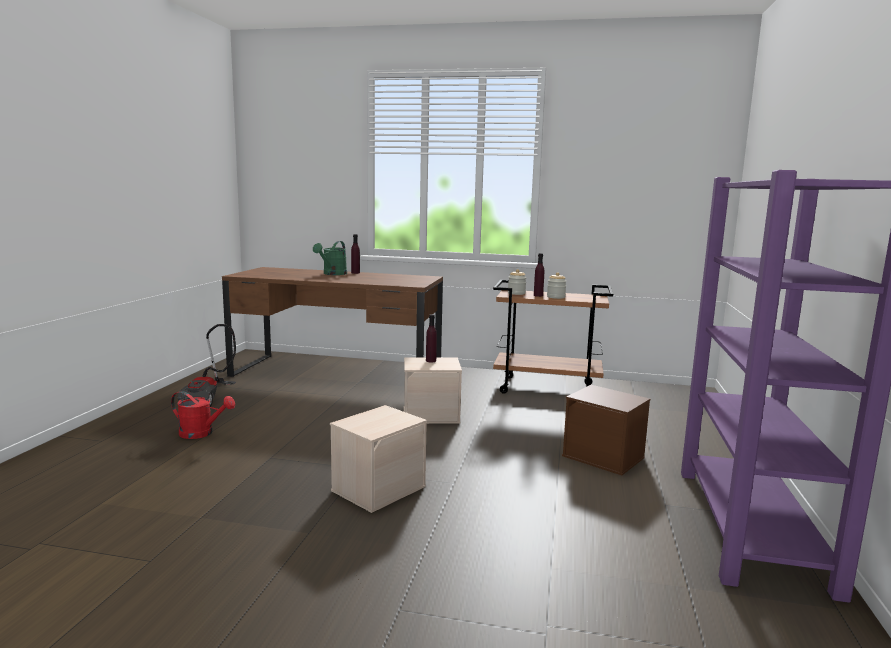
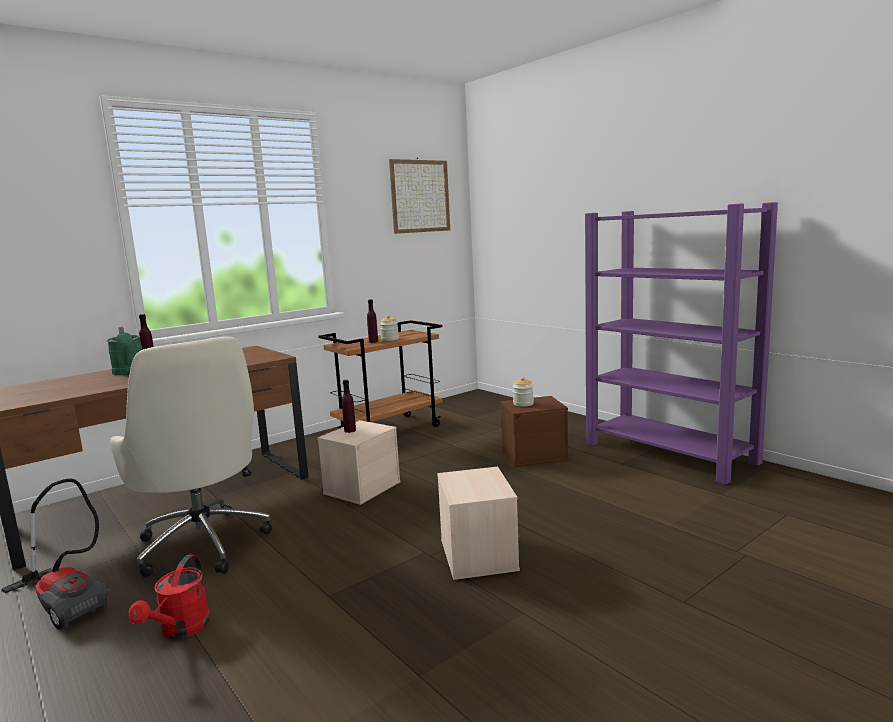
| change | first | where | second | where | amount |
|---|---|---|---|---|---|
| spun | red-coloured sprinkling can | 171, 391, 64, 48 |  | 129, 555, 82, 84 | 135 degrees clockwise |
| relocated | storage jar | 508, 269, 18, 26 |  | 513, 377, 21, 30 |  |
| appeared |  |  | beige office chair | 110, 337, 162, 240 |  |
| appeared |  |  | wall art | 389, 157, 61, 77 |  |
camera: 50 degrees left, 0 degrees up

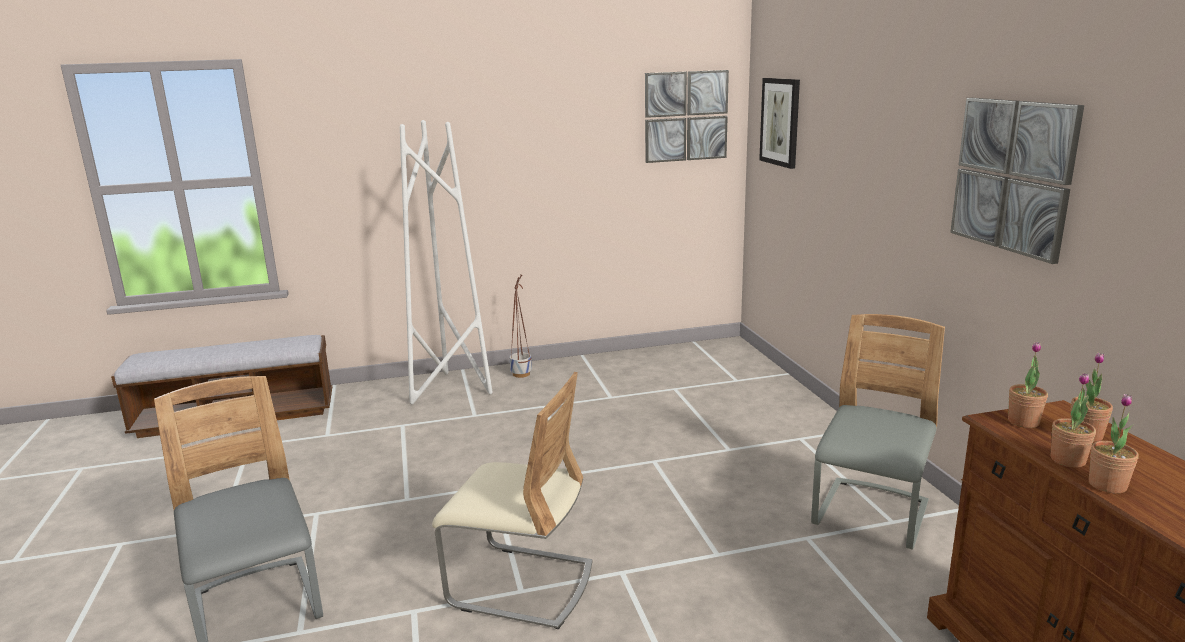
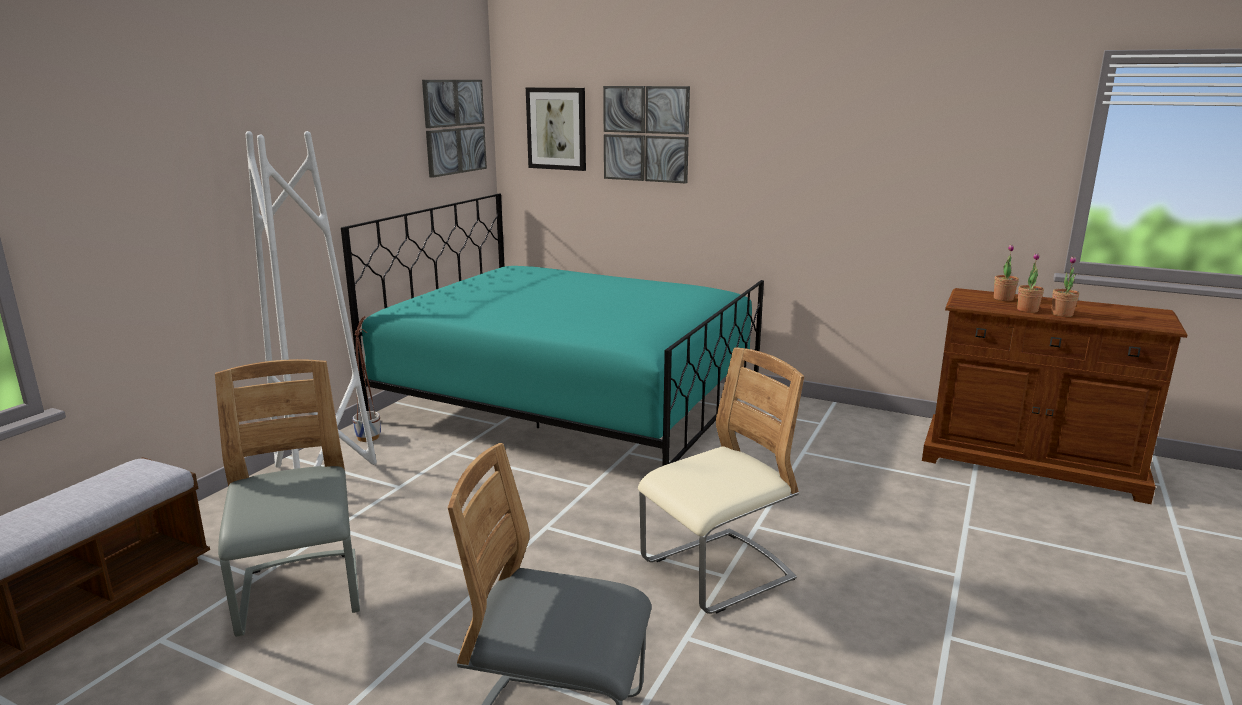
| change | first | where | second | where | amount |
|---|---|---|---|---|---|
| relocated | gray plain chair | 811, 314, 134, 236 |  | 215, 359, 145, 278 |  |
| relocated | wall art | 950, 98, 134, 166 |  | 603, 86, 87, 97 |  |
| missing | potted plant | 1008, 342, 40, 86 |  |  |  |
| appeared |  |  | turquoise bedroom bed | 341, 194, 423, 272 |  |
camera: 50 degrees left, 0 degrees up

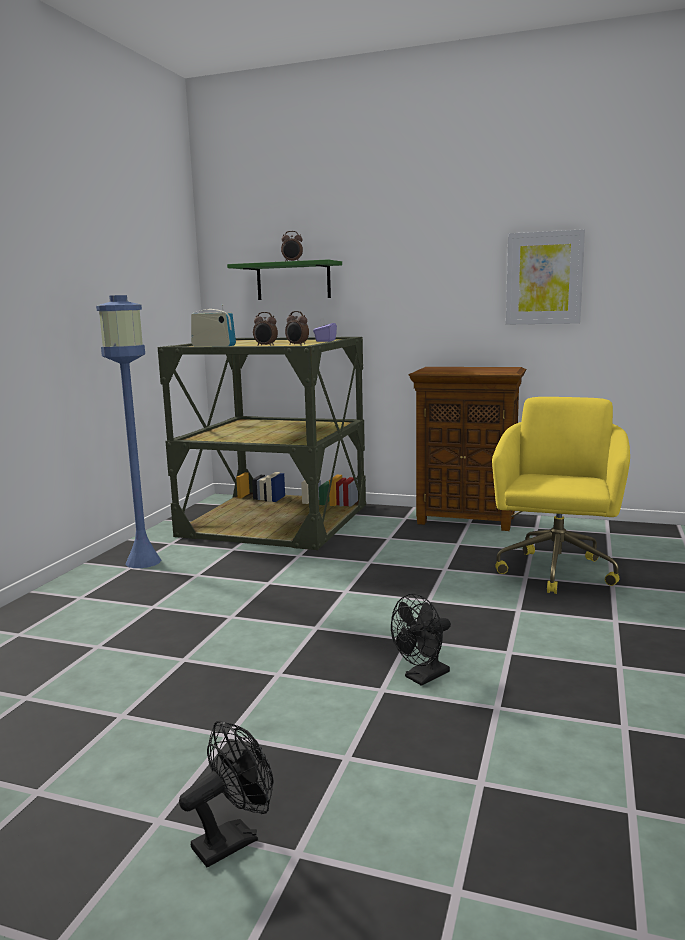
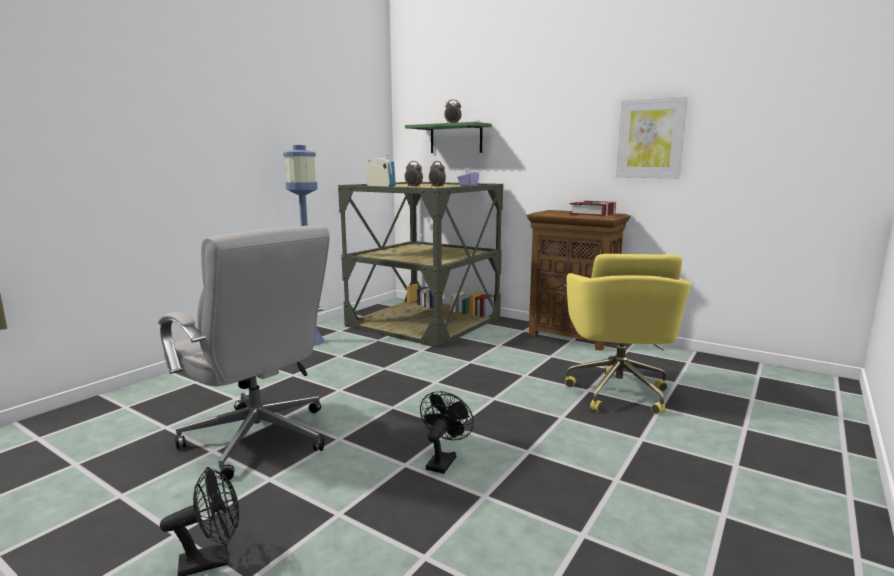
| change | first | where | second | where | amount |
|---|---|---|---|---|---|
| spun | black fan | 391, 594, 60, 92 |  | 420, 391, 54, 83 | 135 degrees clockwise |
| spun | yellow office chair | 492, 397, 138, 197 |  | 565, 254, 126, 160 | 150 degrees clockwise |
| appeared |  |  | gray office chair | 158, 225, 172, 256 |  |
| appeared |  |  | volume | 569, 200, 47, 16 |  |
camera: 15 degrees right, 0 degrees up

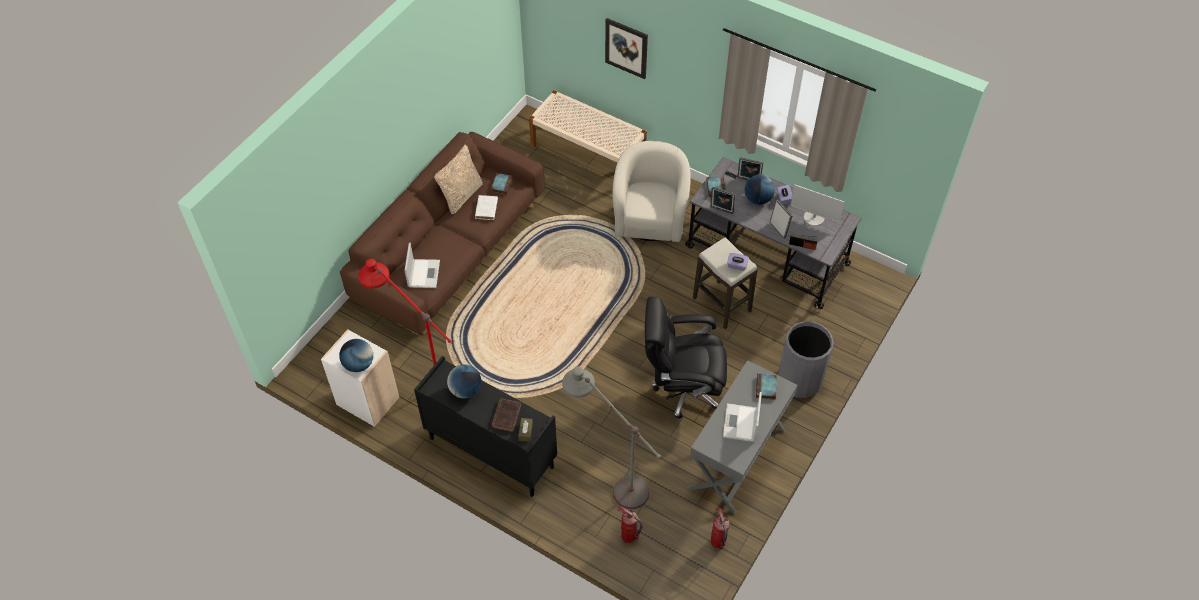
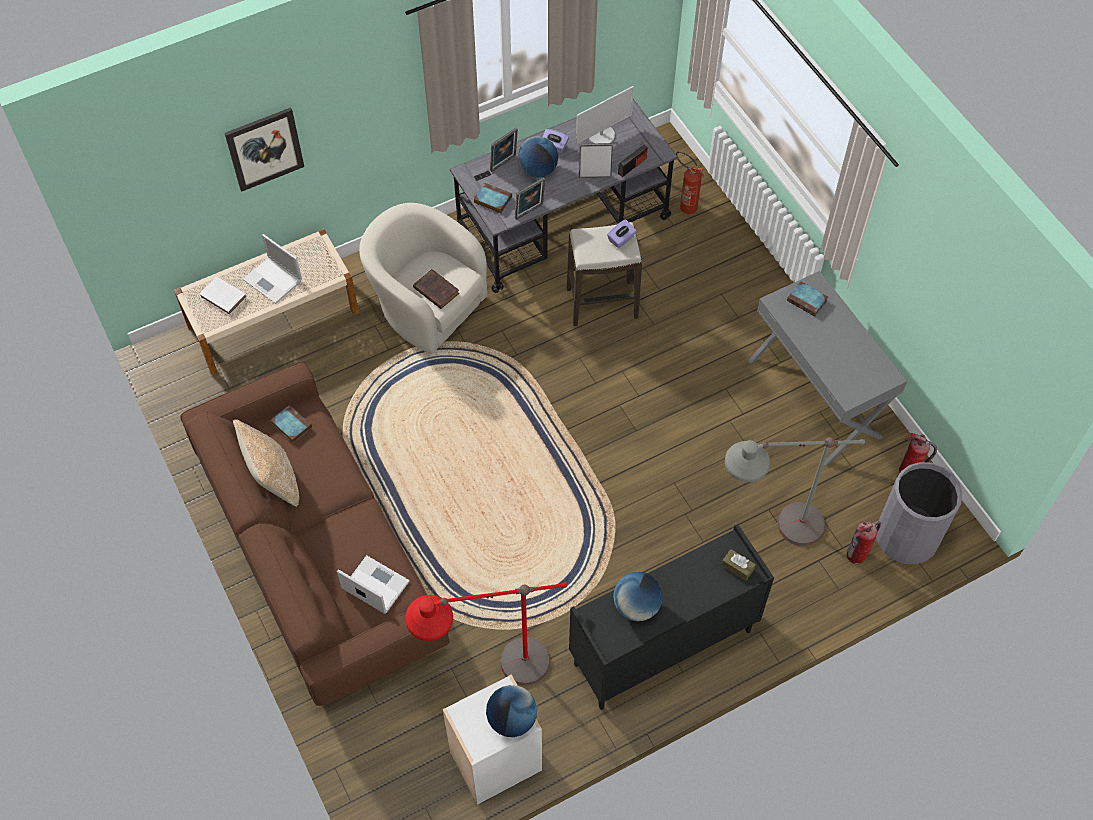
| change | first | where | second | where | amount |
|---|---|---|---|---|---|
| relocated | white-coloured volume | 475, 195, 23, 25 |  | 199, 276, 48, 39 |  |
| relocated | brown-coloured volume | 491, 398, 31, 34 |  | 413, 269, 46, 40 |  |
| missing | black office chair | 645, 297, 82, 122 |  |  |  |
| relocated | laptop | 723, 392, 39, 50 |  | 242, 234, 60, 70 |  |
| relocated | gray rubbish bin | 778, 321, 56, 77 |  | 876, 462, 87, 102 |  |
| appeared |  |  | fire extinguisher | 676, 151, 29, 63 |  |
camera: 60 degrees left, 5 degrees up

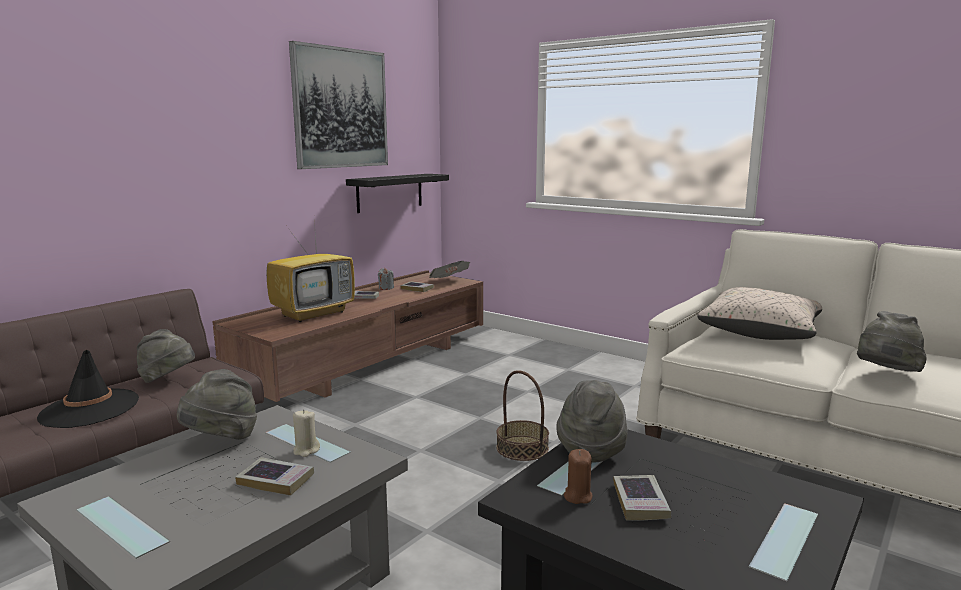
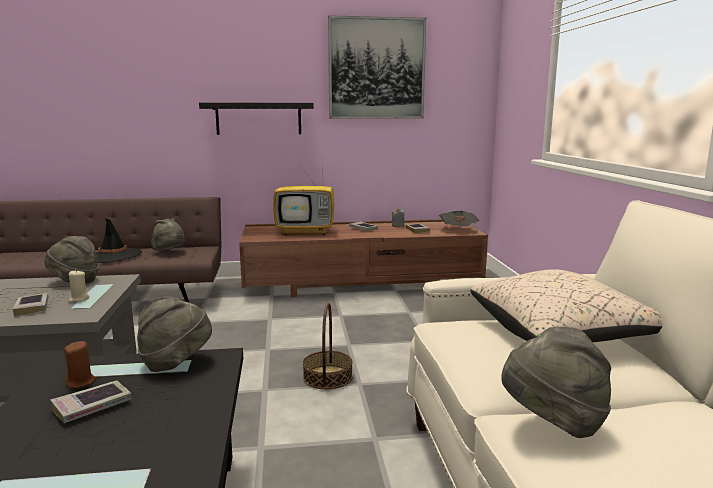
| change | first | where | second | where | amount |
|---|---|---|---|---|---|
| relocated | black shelf | 346, 174, 103, 39 |  | 199, 102, 115, 33 |  |
camera: 45 degrees right, 0 degrees up

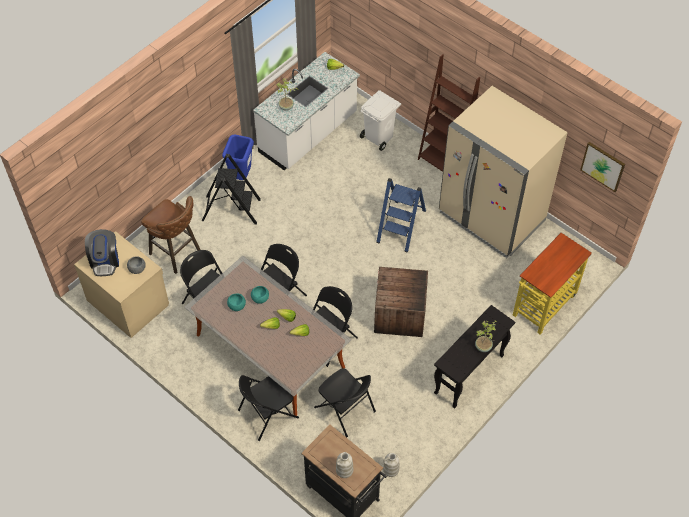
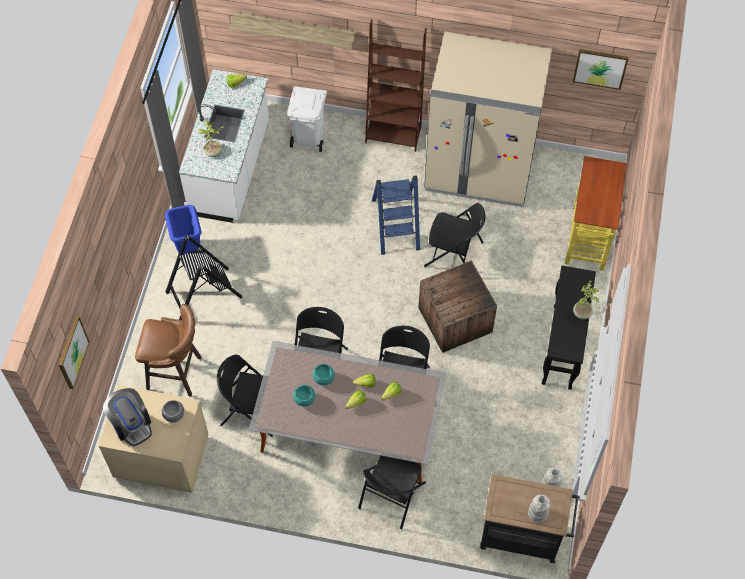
| change | first | where | second | where | amount |
|---|---|---|---|---|---|
| relocated | black plain chair | 314, 368, 62, 70 |  | 424, 203, 61, 64 |  |
| appeared |  |  | wall art | 59, 316, 31, 73 |  |
| appeared |  |  | shelf | 230, 12, 126, 38 |  |
camera: 30 degrees left, 5 degrees up

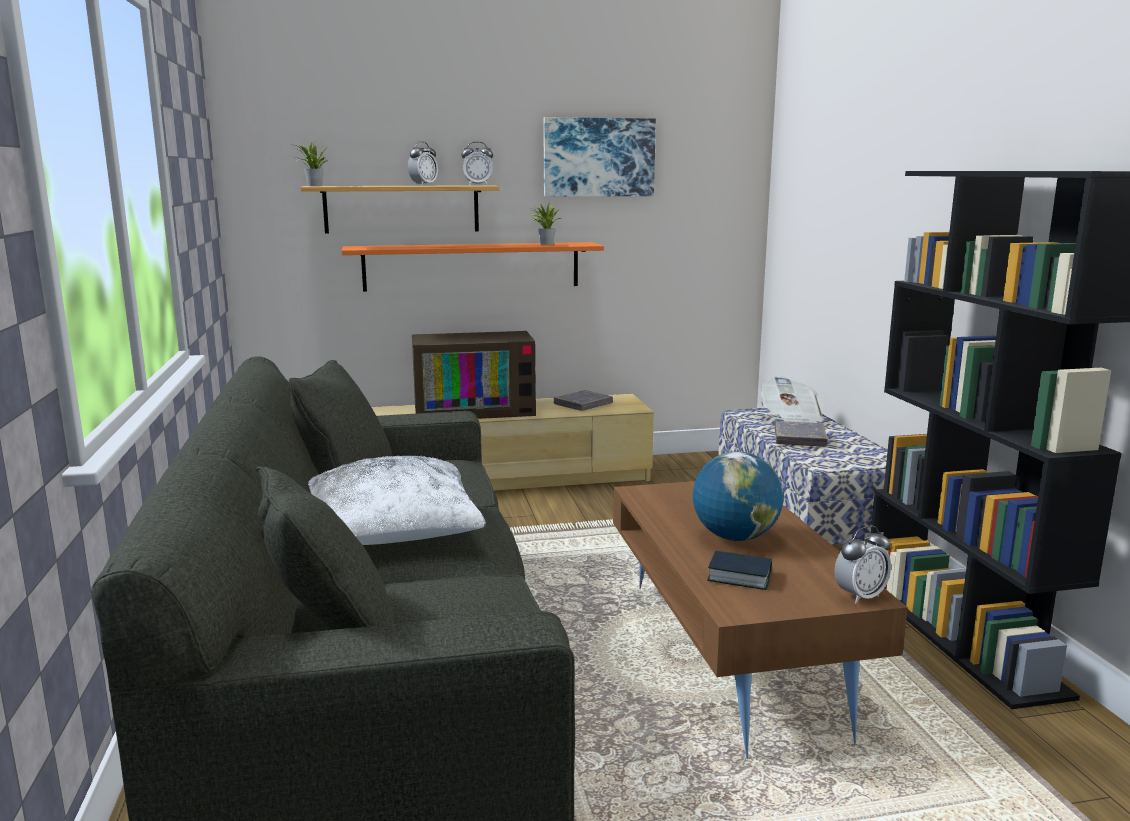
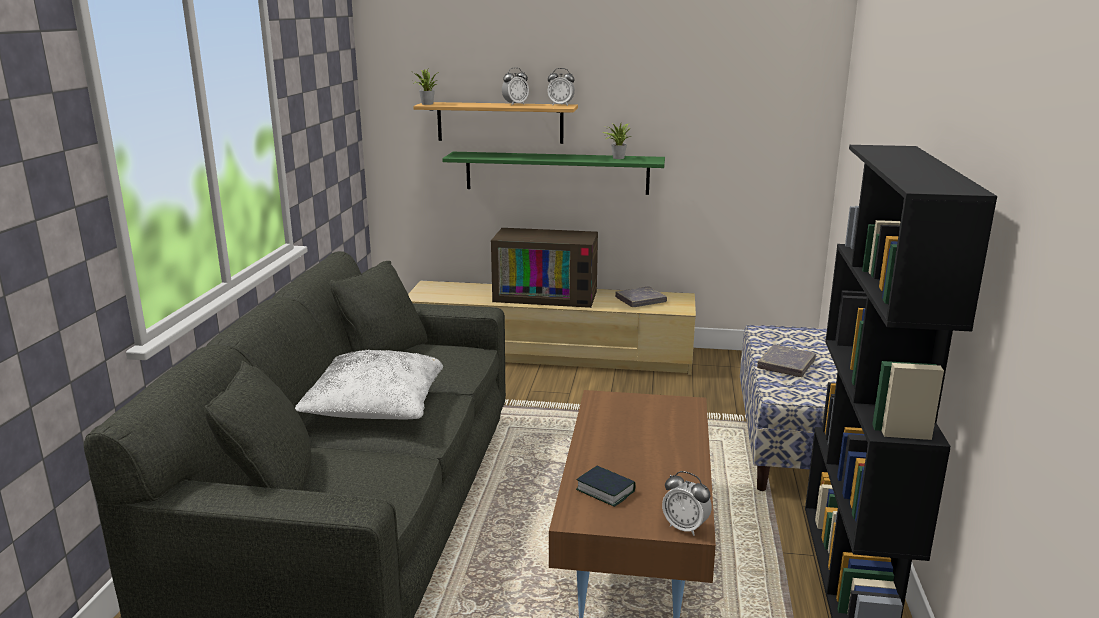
| change | first | where | second | where | amount |
|---|---|---|---|---|---|
| colour | orangey shelf | 341, 242, 263, 50 | green shelf | 442, 152, 223, 43 |  |
| missing | wall art | 544, 117, 112, 80 |  |  |  |
| missing | globe | 693, 451, 90, 90 |  |  |  |
| missing | newspaper | 761, 376, 63, 47 |  |  |  |
| spun | alarm clock | 834, 526, 57, 78 |  | 662, 471, 50, 65 | 45 degrees clockwise |
camera: 20 degrees right, 5 degrees up

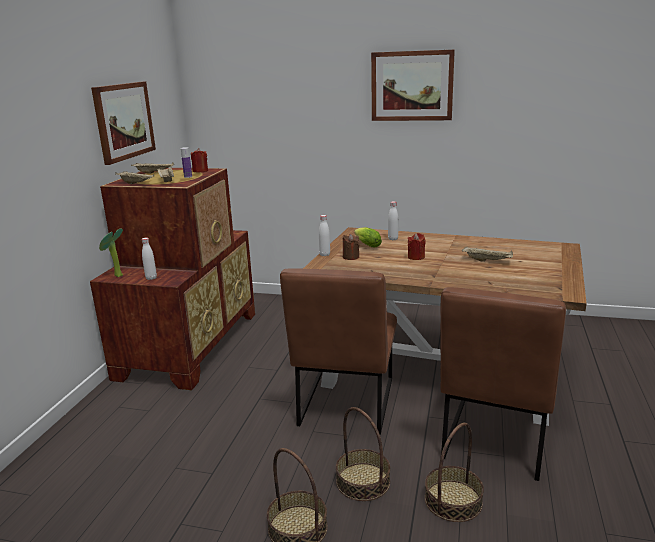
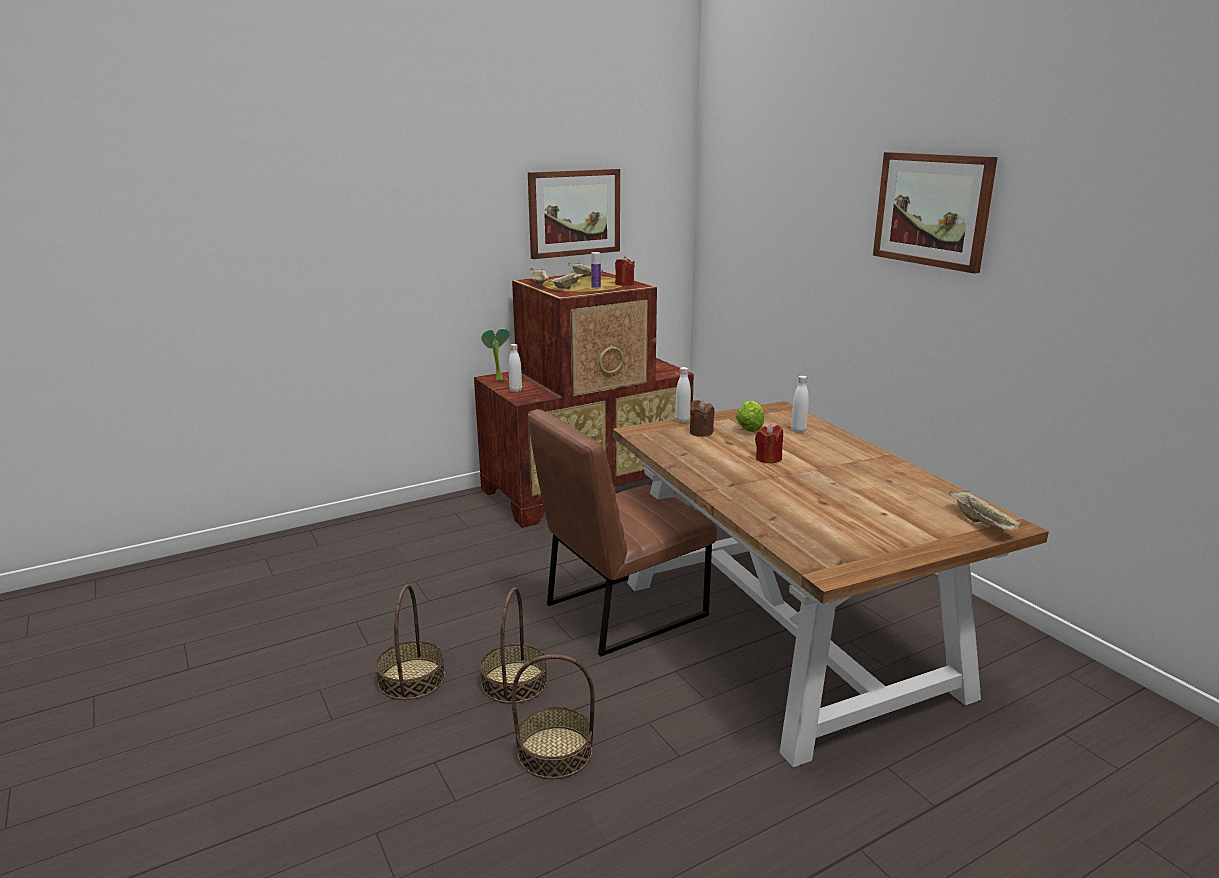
| change | first | where | second | where | amount |
|---|---|---|---|---|---|
| missing | brown-coloured plain chair | 441, 287, 125, 194 |  |  |  |
| relocated | beige carrying tray | 462, 246, 51, 16 |  | 949, 490, 73, 40 |  |
camera: 45 degrees right, 0 degrees up

